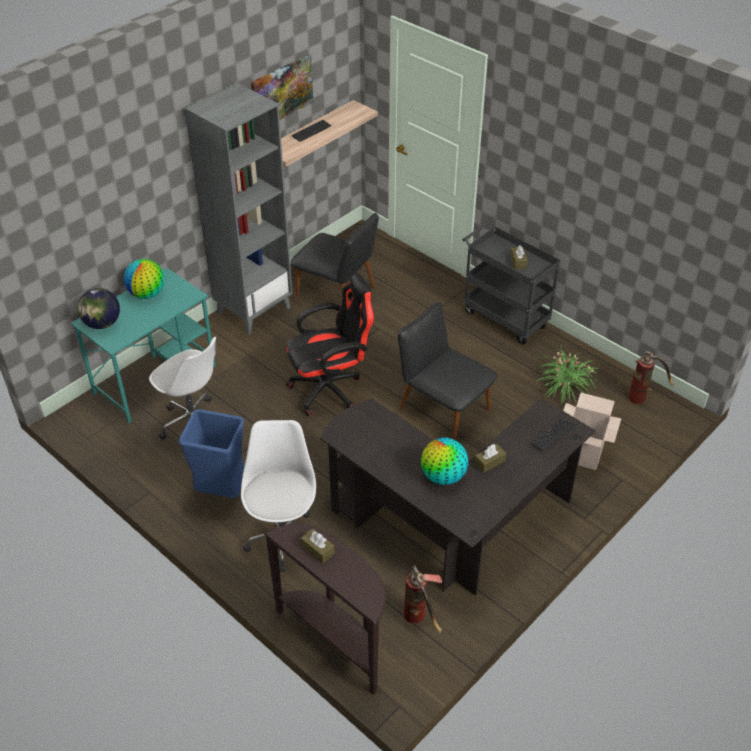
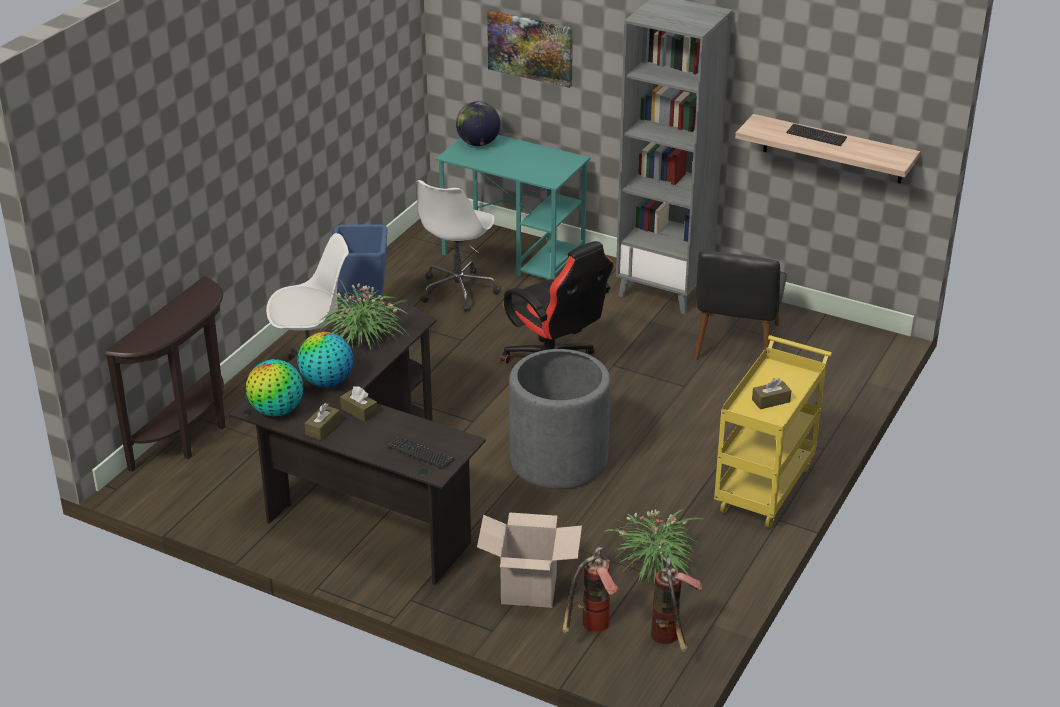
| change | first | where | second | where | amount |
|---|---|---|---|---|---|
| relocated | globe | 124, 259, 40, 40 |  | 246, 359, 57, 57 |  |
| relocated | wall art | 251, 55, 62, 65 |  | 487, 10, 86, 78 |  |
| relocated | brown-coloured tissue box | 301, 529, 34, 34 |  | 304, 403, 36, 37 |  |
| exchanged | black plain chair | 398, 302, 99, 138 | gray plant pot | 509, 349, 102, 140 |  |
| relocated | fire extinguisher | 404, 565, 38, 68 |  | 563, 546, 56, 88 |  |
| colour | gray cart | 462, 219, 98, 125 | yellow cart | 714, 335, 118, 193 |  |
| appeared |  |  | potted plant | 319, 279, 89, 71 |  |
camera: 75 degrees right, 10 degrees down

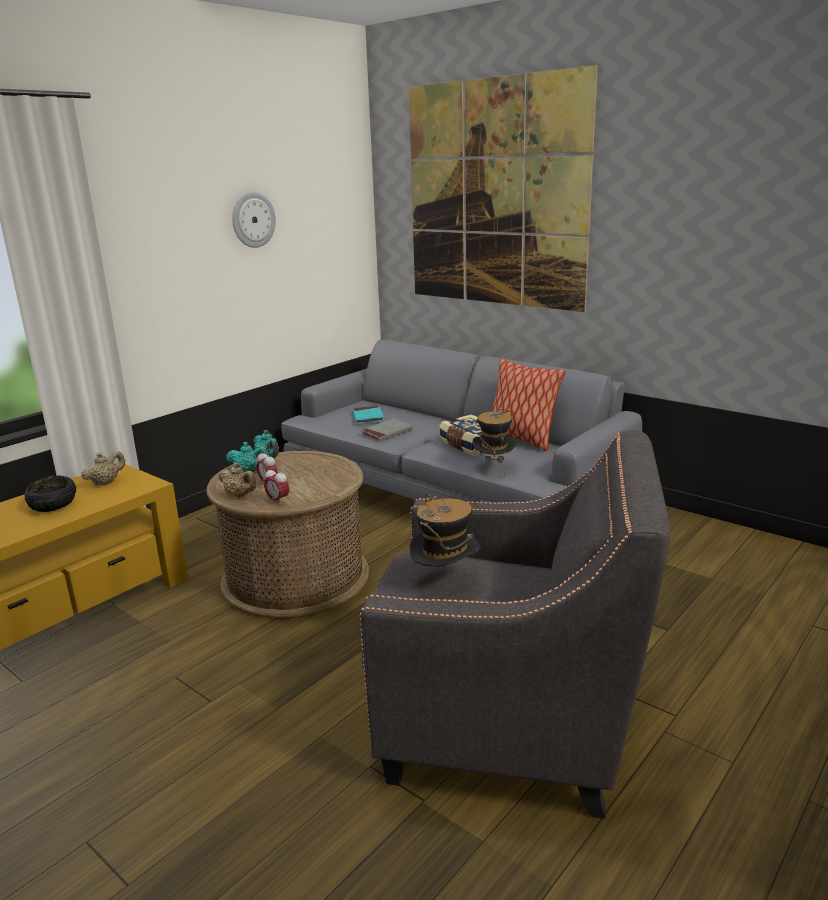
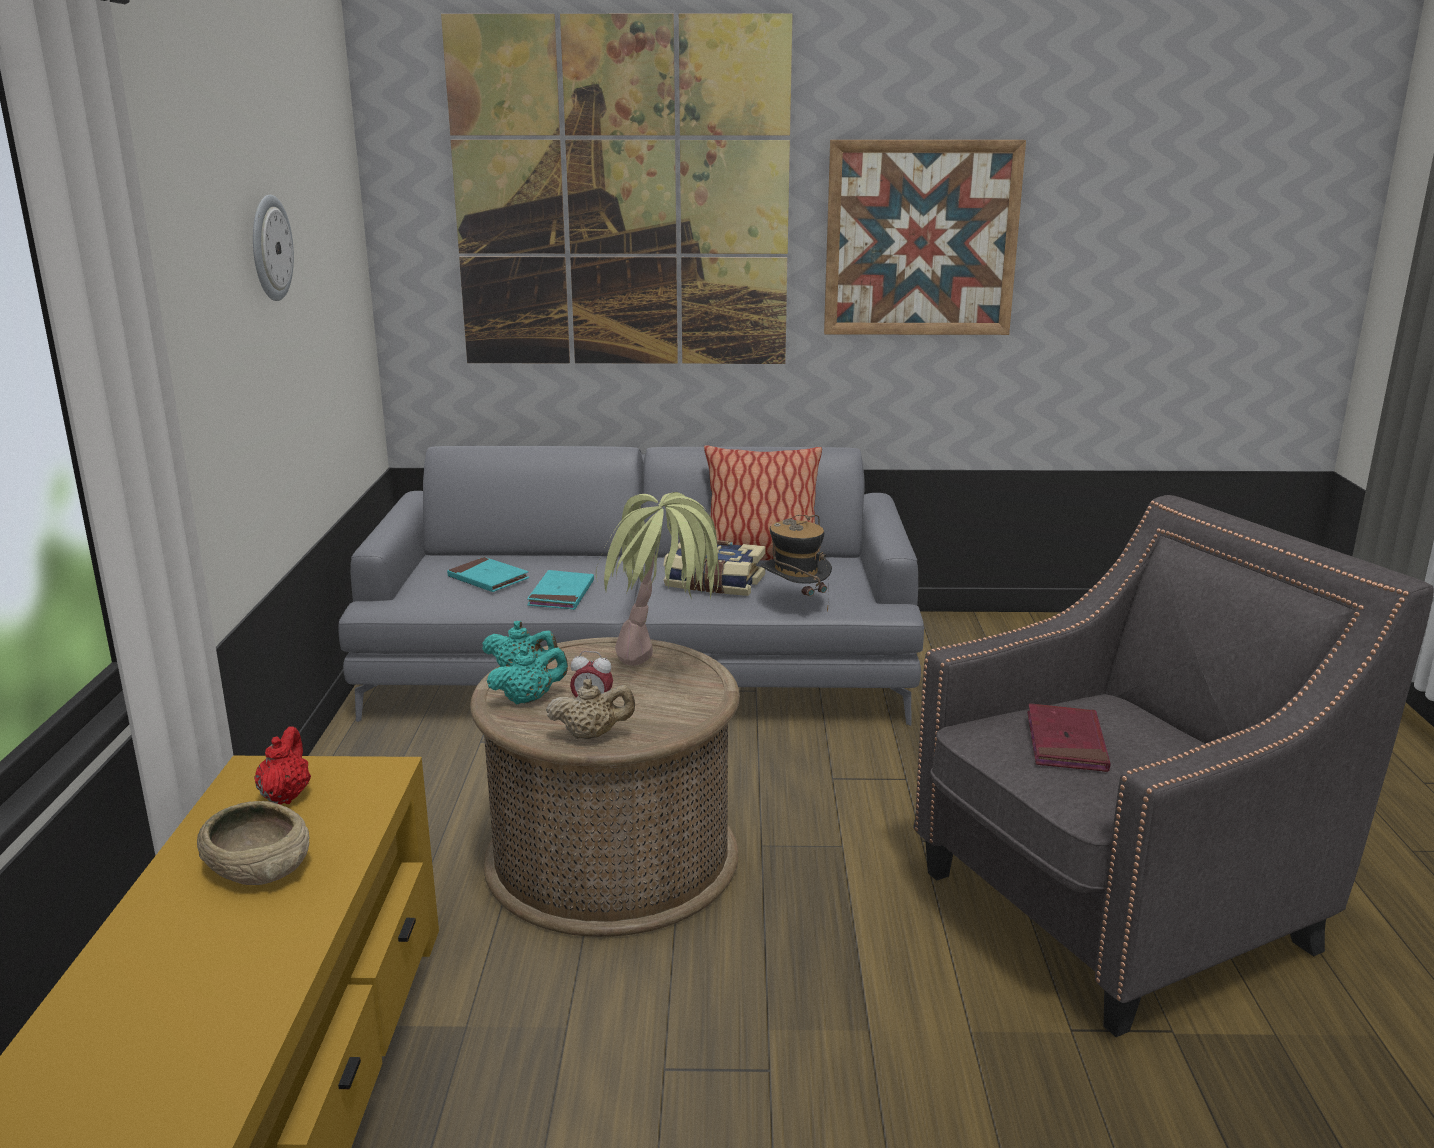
| change | first | where | second | where | amount |
|---|---|---|---|---|---|
| colour | black serving bowl | 25, 476, 51, 36 | beige serving bowl | 197, 801, 112, 84 |  |
| colour | beige pot for tea | 81, 451, 44, 35 | red-coloured pot for tea | 254, 726, 57, 79 |  |
| missing | alarm clock | 264, 467, 25, 37 |  |  |  |
| colour | gray volume | 361, 418, 52, 24 | turquoise volume | 527, 570, 67, 40 |  |
| exchanged | hat | 410, 493, 71, 74 | red-coloured volume | 1027, 703, 83, 69 |  |
| appeared |  |  | potted plant | 596, 492, 123, 174 |  |
| appeared |  |  | wall art | 824, 140, 202, 195 |  |
camera: 40 degrees left, 0 degrees up

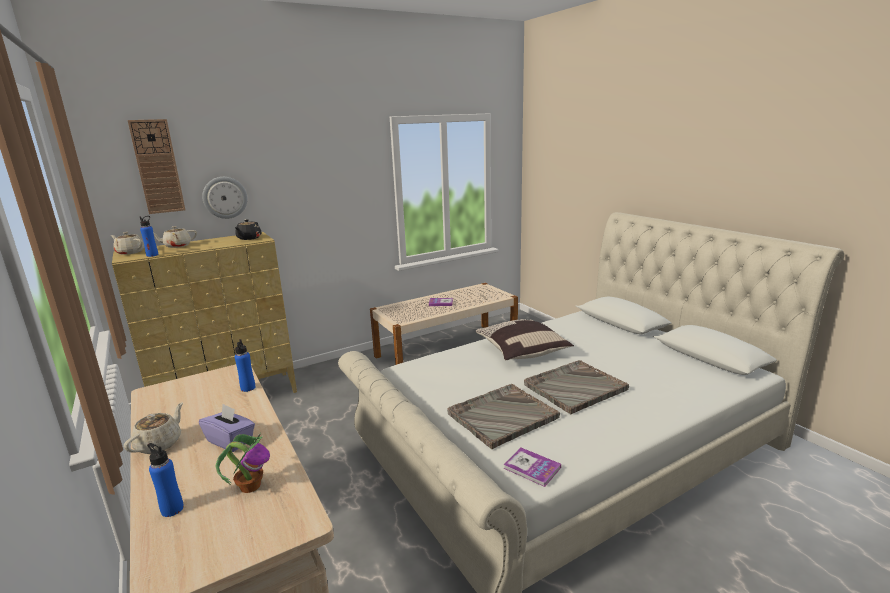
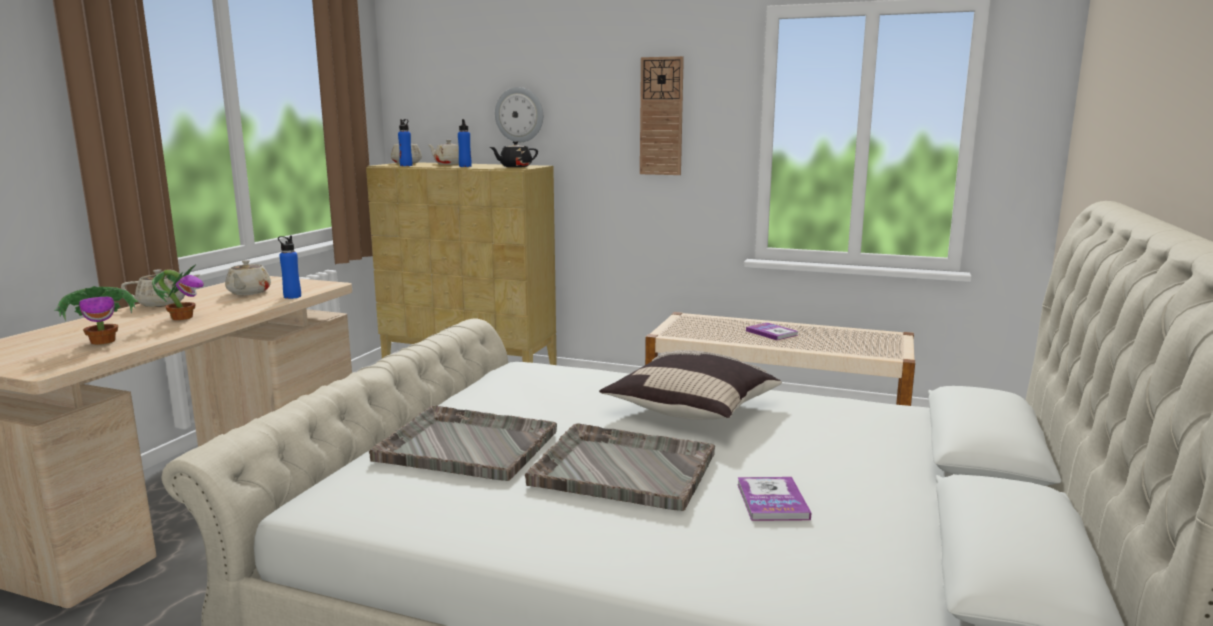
| change | first | where | second | where | amount |
|---|---|---|---|---|---|
| relocated | wall clock | 127, 119, 58, 95 |  | 640, 56, 44, 119 |  |
| relocated | blue-coloured beverage bottle | 147, 443, 37, 74 |  | 458, 119, 14, 48 |  |
| exchanged | purplish tissue box | 199, 404, 56, 48 | potted plant | 152, 264, 52, 56 |  |
| relocated | volume | 503, 448, 58, 39 |  | 737, 477, 74, 44 |  |
| appeared |  |  | beige pot for tea | 225, 260, 46, 35 |  |
camera: 50 degrees right, 5 degrees down

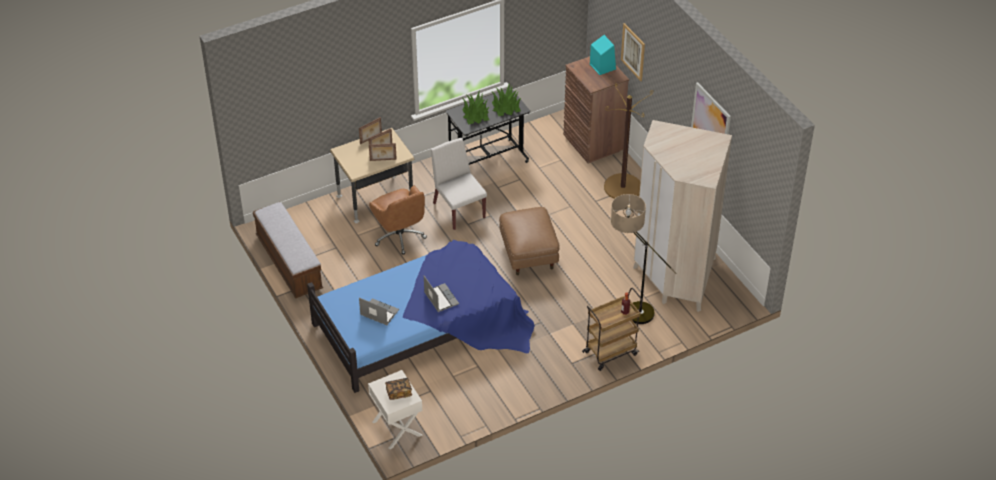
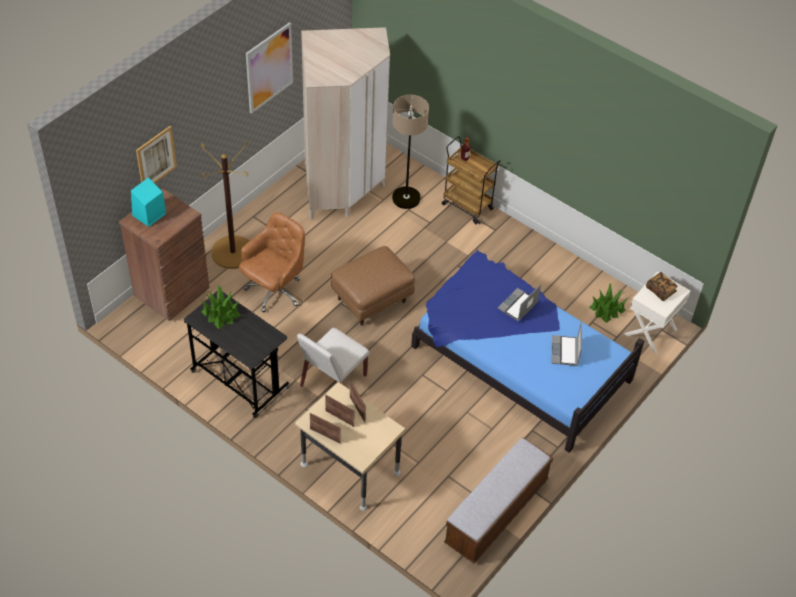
| change | first | where | second | where | amount |
|---|---|---|---|---|---|
| relocated | brown-coloured office chair | 369, 185, 58, 69 |  | 239, 212, 66, 100 |  |
| relocated | potted plant | 462, 90, 27, 35 |  | 590, 282, 39, 41 |  |
camera: 115 degrees left, 5 degrees up

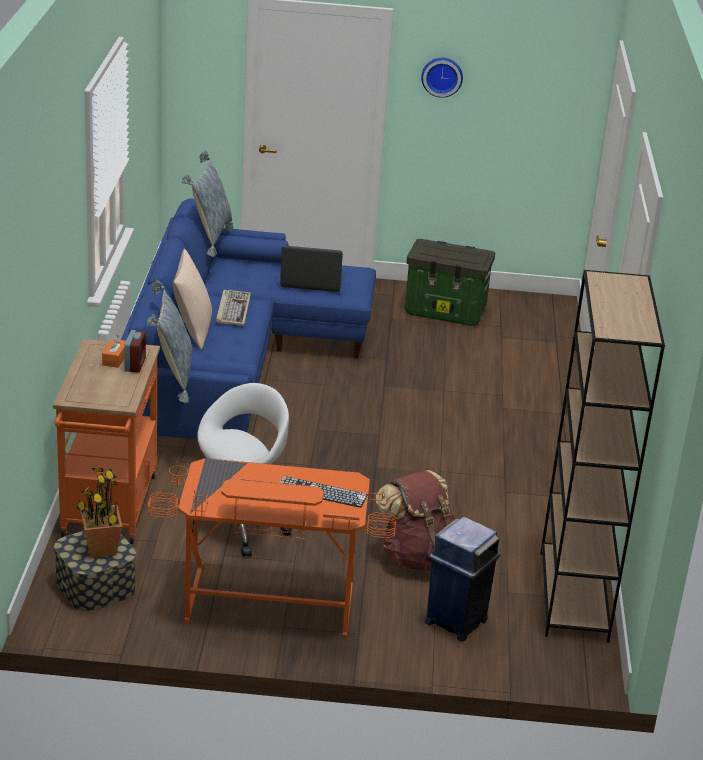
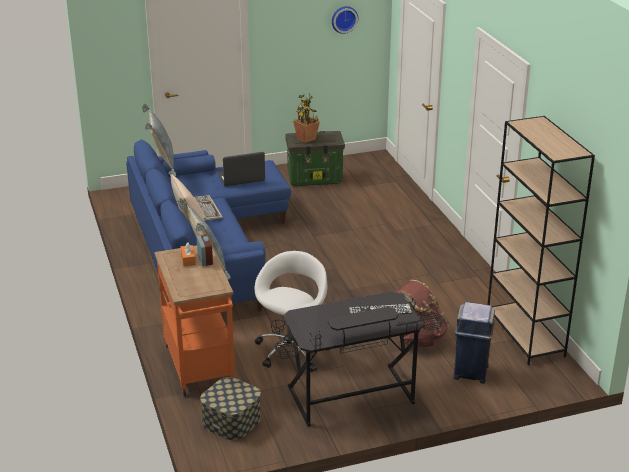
| change | first | where | second | where | amount |
|---|---|---|---|---|---|
| relocated | potted plant | 77, 468, 45, 90 |  | 293, 94, 27, 49 |  |
| colour | orangey desk | 148, 458, 248, 180 | black desk | 271, 292, 171, 135 |  |
| relocated | wall clock | 421, 58, 42, 40 |  | 332, 6, 26, 28 |  |
camera: 20 degrees left, 0 degrees up

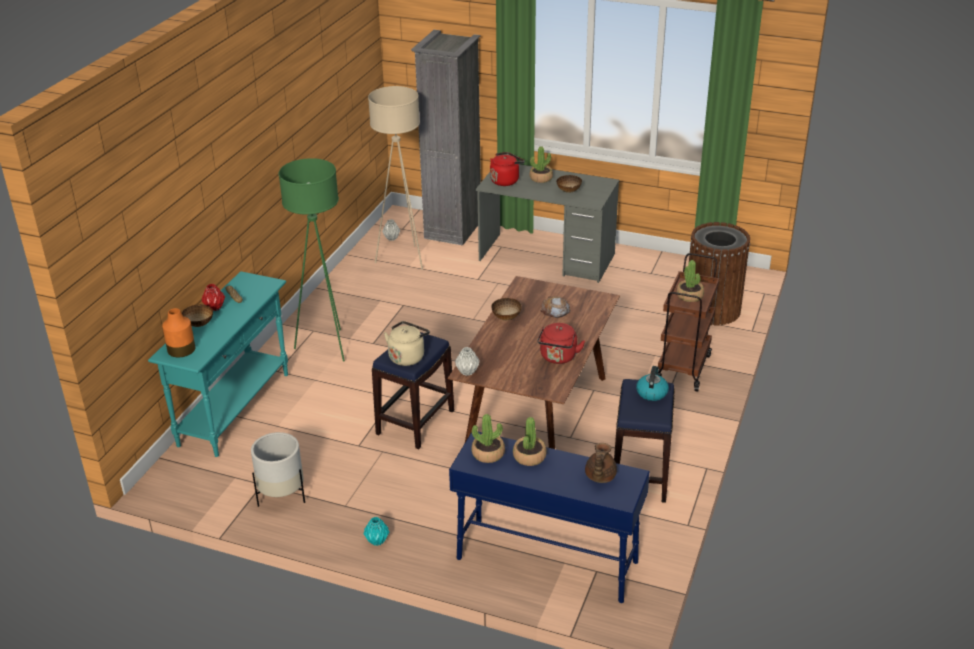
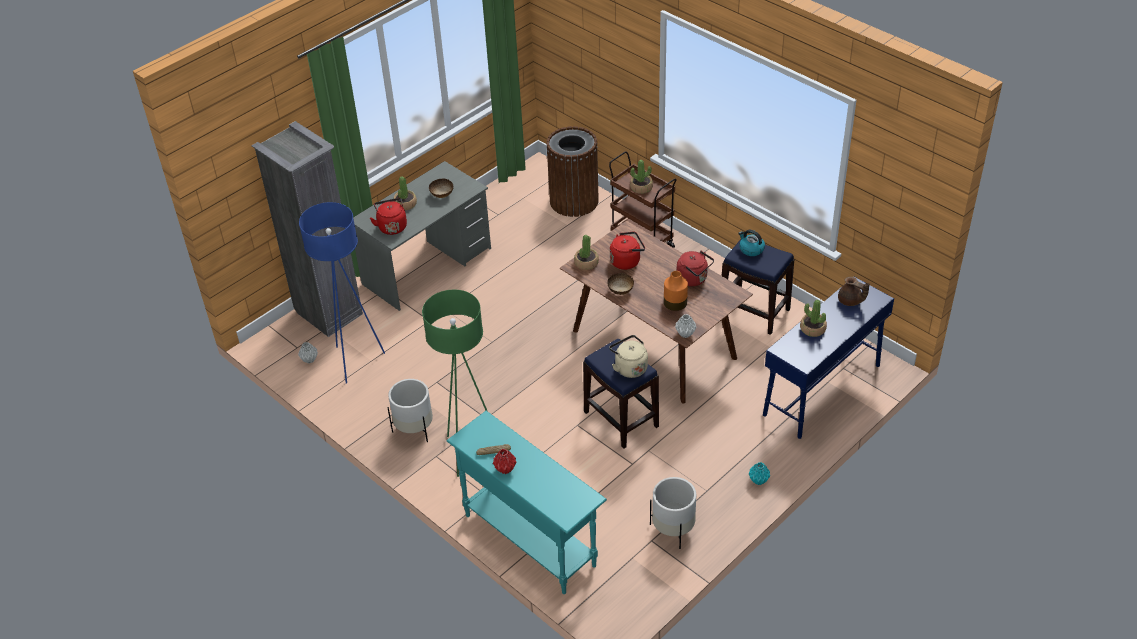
| change | first | where | second | where | amount |
|---|---|---|---|---|---|
| relocated | orangey flower vase | 162, 308, 34, 49 |  | 664, 271, 24, 40 |  |
| missing | serving bowl | 182, 304, 31, 23 |  |  |  |
| colour | beige standard lamp | 368, 86, 55, 184 | blue-coloured standard lamp | 299, 202, 86, 182 |  |
| relocated | potted plant | 471, 414, 34, 49 |  | 574, 235, 25, 35 |  |
| exchanged | bakery bread | 540, 296, 30, 22 | red-coloured water kettle | 610, 232, 35, 38 |  |
| appeared |  |  | white-coloured plant pot | 387, 379, 46, 63 |  |
camera: 65 degrees left, 10 degrees up

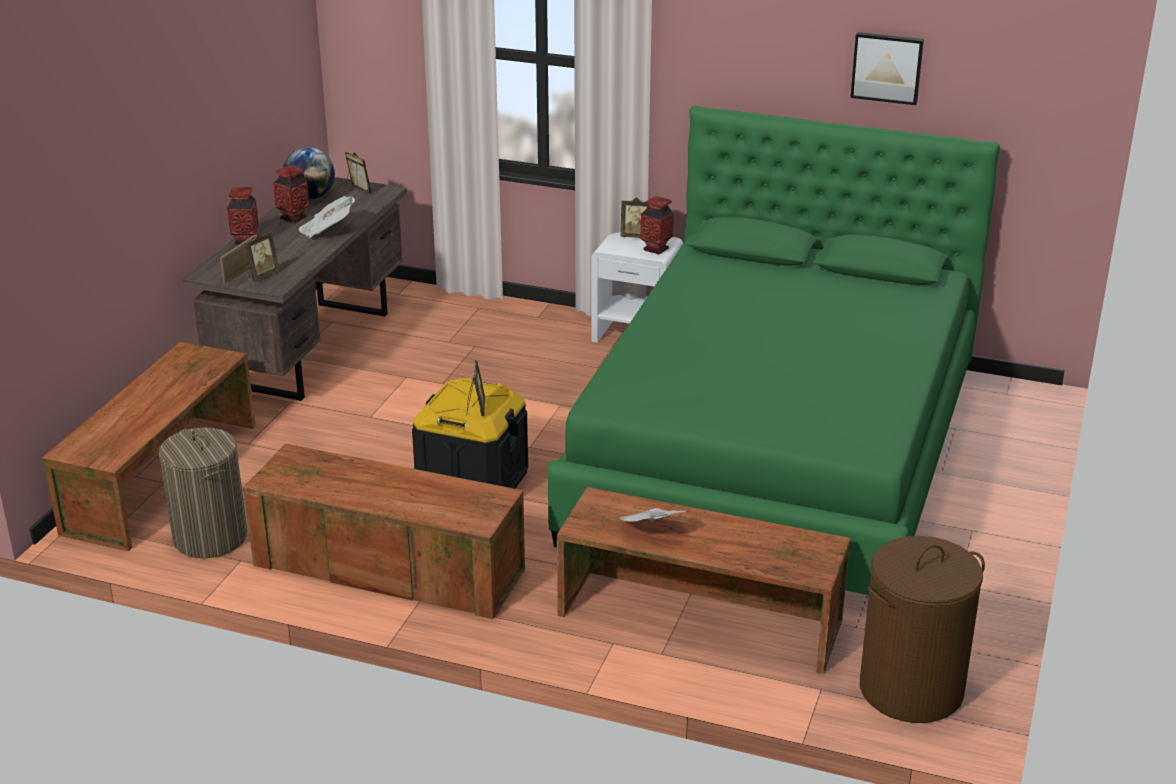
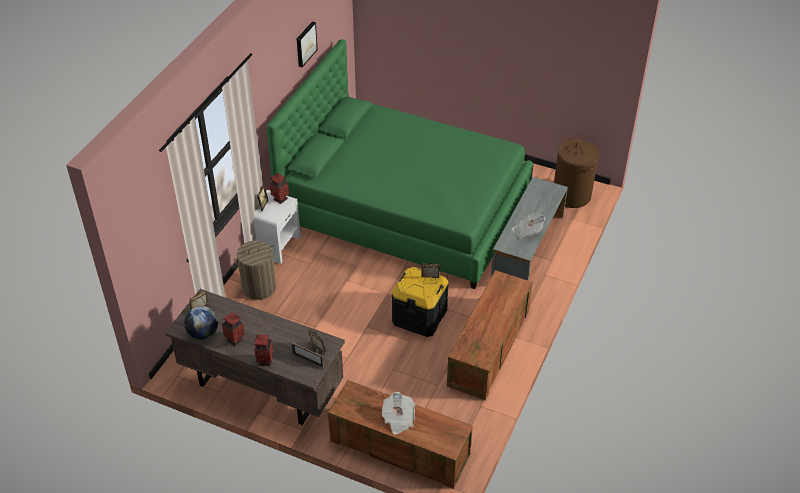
| change | first | where | second | where | amount |
|---|---|---|---|---|---|
| relocated | washing basket | 159, 427, 88, 131 |  | 234, 240, 42, 60 |  |
| relocated | newspaper | 299, 196, 56, 42 |  | 381, 392, 34, 43 |  |
| colour | brown-coloured indoor bench | 557, 487, 294, 187 | gray indoor bench | 491, 177, 77, 103 |  |
camera: 85 degrees left, 15 degrees up

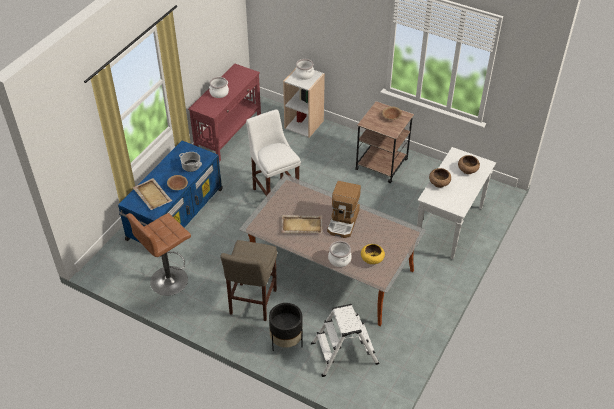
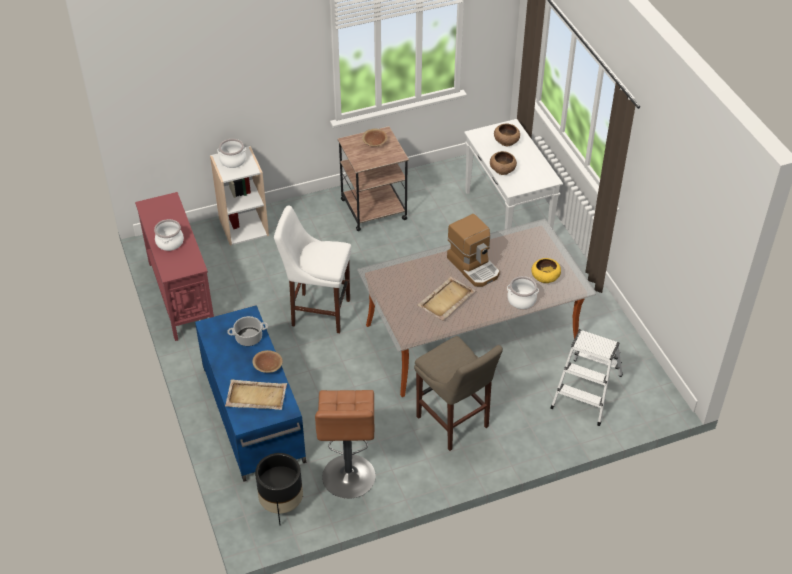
| change | first | where | second | where | amount |
|---|---|---|---|---|---|
| relocated | black plant pot | 269, 303, 34, 48 |  | 255, 453, 48, 72 |  |
camera: 50 degrees left, 0 degrees up

